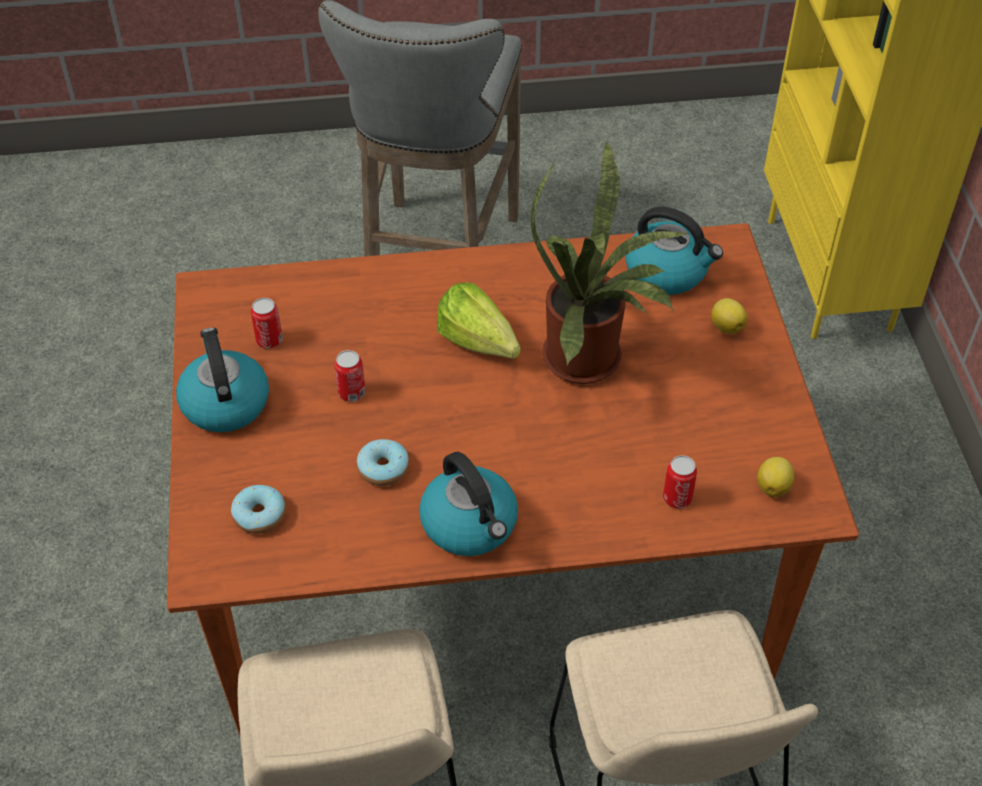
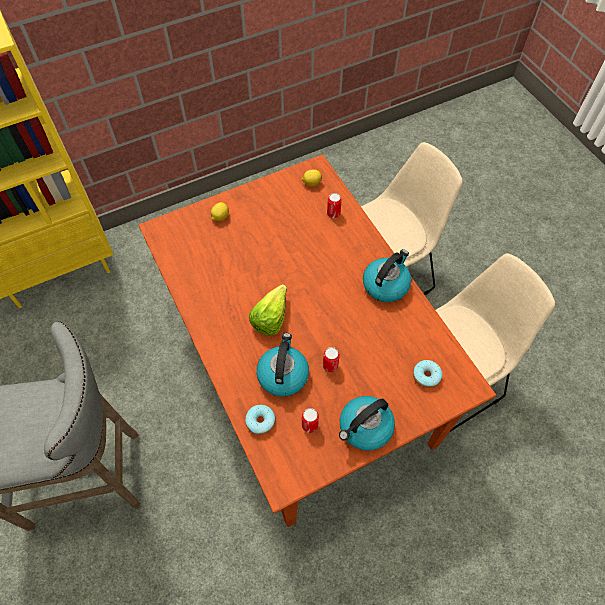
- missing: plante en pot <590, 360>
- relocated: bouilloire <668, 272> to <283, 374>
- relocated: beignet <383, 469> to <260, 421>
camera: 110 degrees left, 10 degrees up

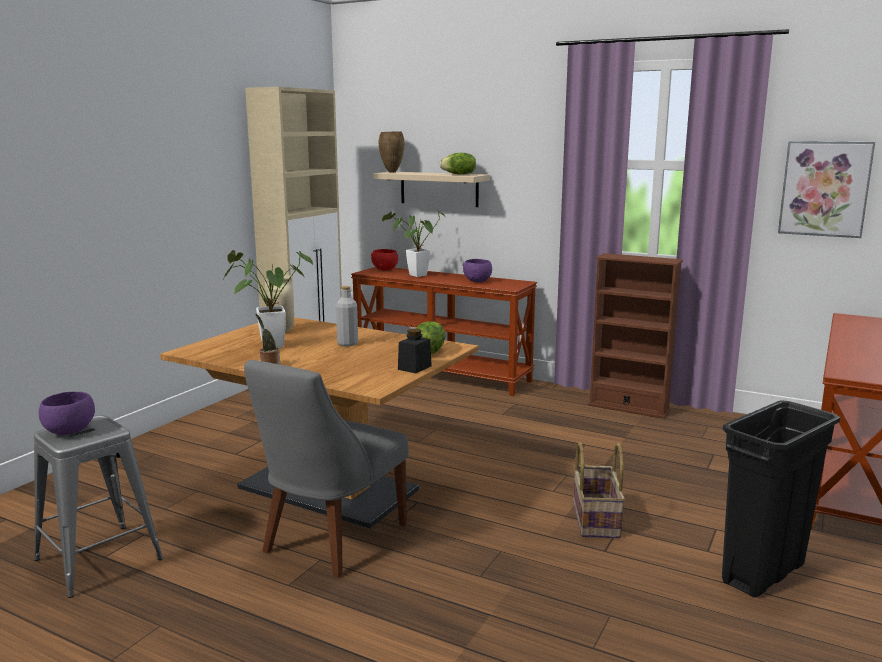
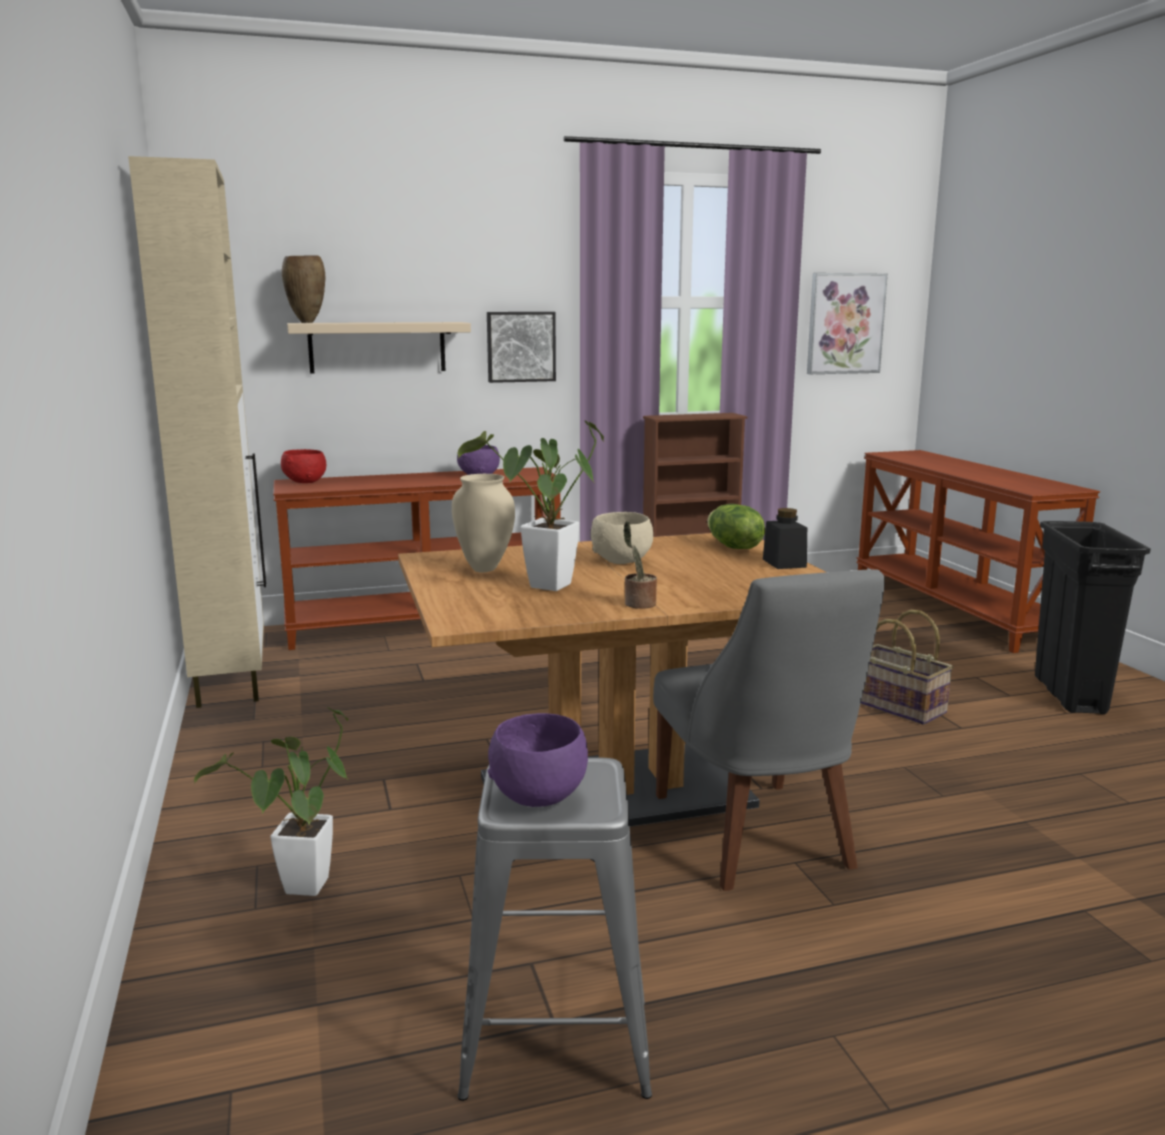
- missing: laitue <459, 174>
- relocated: plante en pot <414, 276> to <302, 892>
- exchanged: bouteille (gris) <347, 344> to bol (beige) <622, 561>
- appeared: tableau <520, 346>
camera: 45 degrees left, 0 degrees up

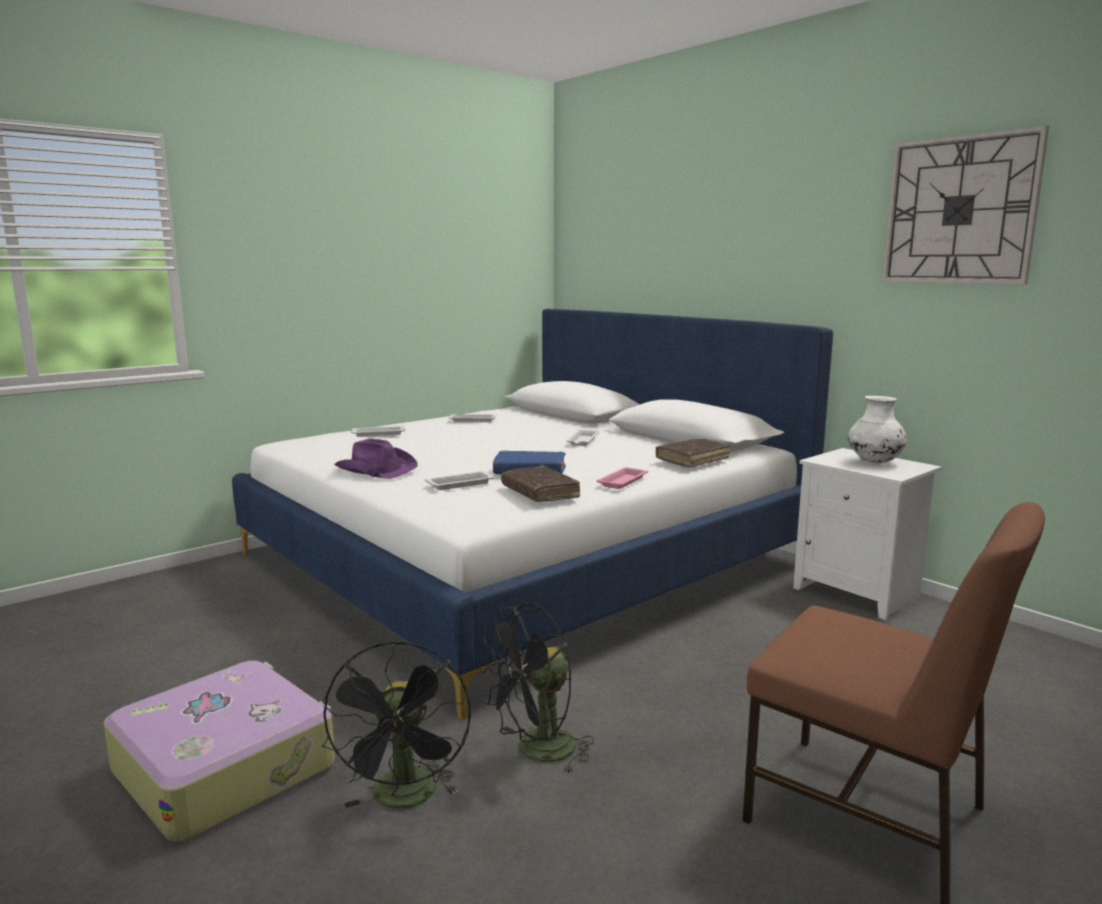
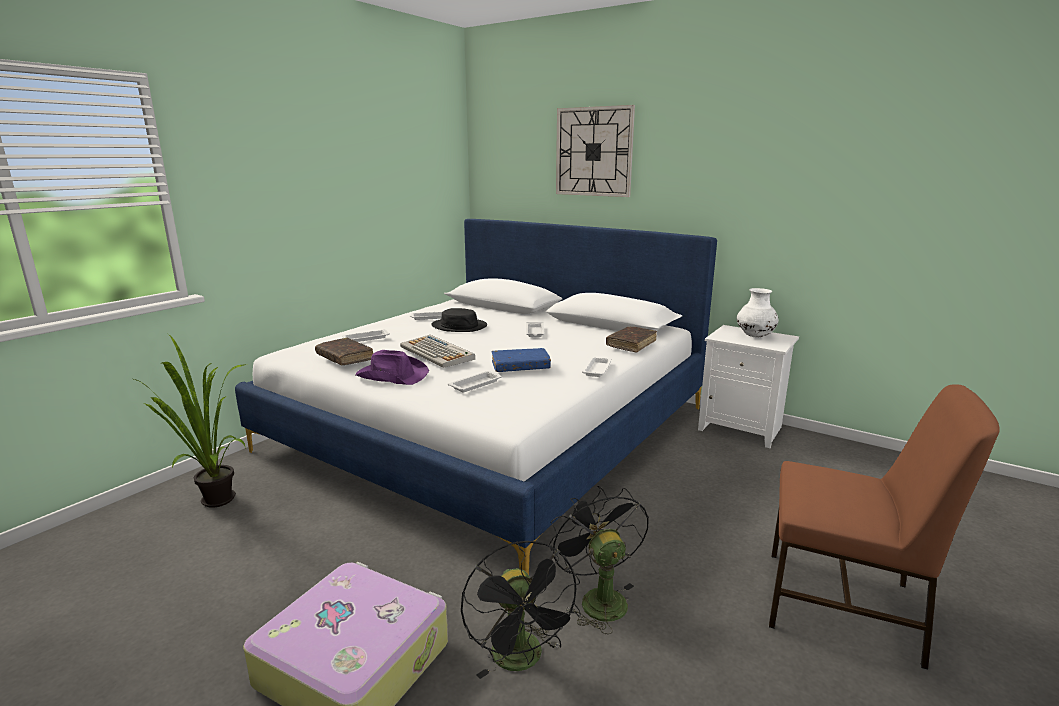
- relocated: horloge murale <959, 210> to <594, 152>
- relocated: livre (marron) <540, 493> to <344, 358>
- colour: plateau (rose) <623, 481> to plateau (blanc) <597, 369>
- spun: ventilateur (noir) <536, 752> = <597, 598> 120 degrees clockwise
- appeared: chapeau (noir) <459, 326>
- appeared: plante en pot <212, 504>
- appeared: clavier <437, 353>
camera: 15 degrees left, 5 degrees up

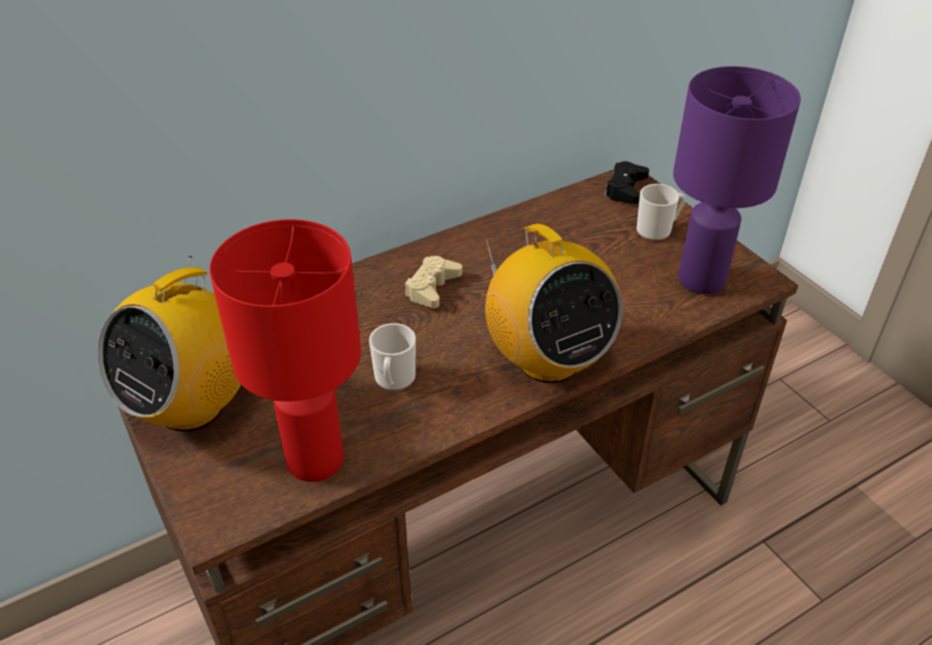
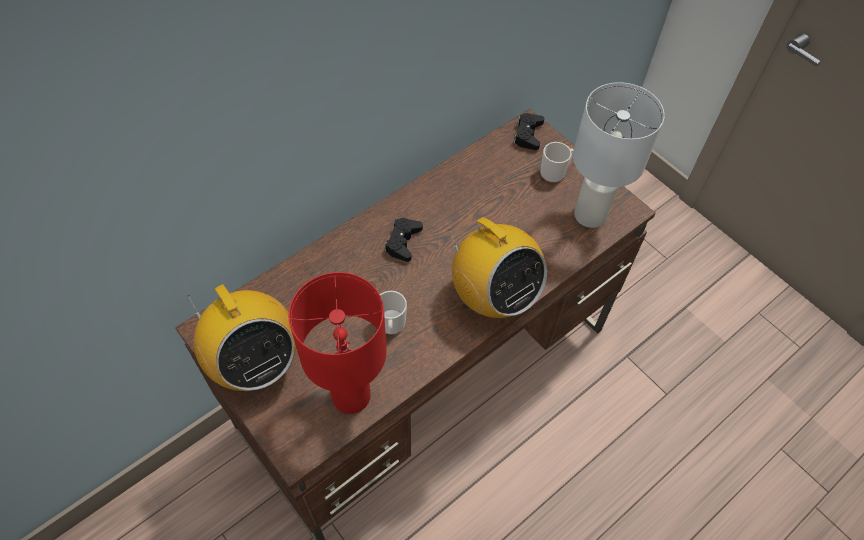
- colour: lampe de table (violet) <700, 279> to lampe de table (blanc) <589, 215>
- spun: radio <191, 405> = <255, 363> 60 degrees counterclockwise
- colour: manette (beige) <432, 288> to manette (noir) <403, 242>
camera: 10 degrees left, 15 degrees up

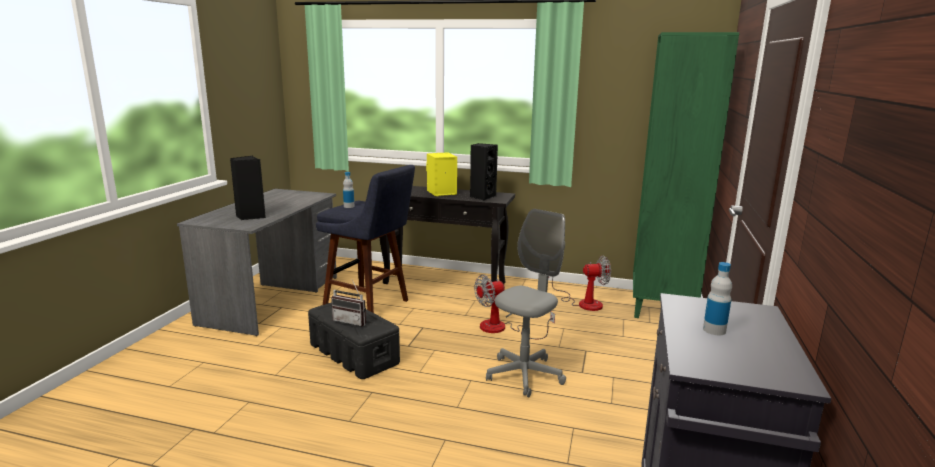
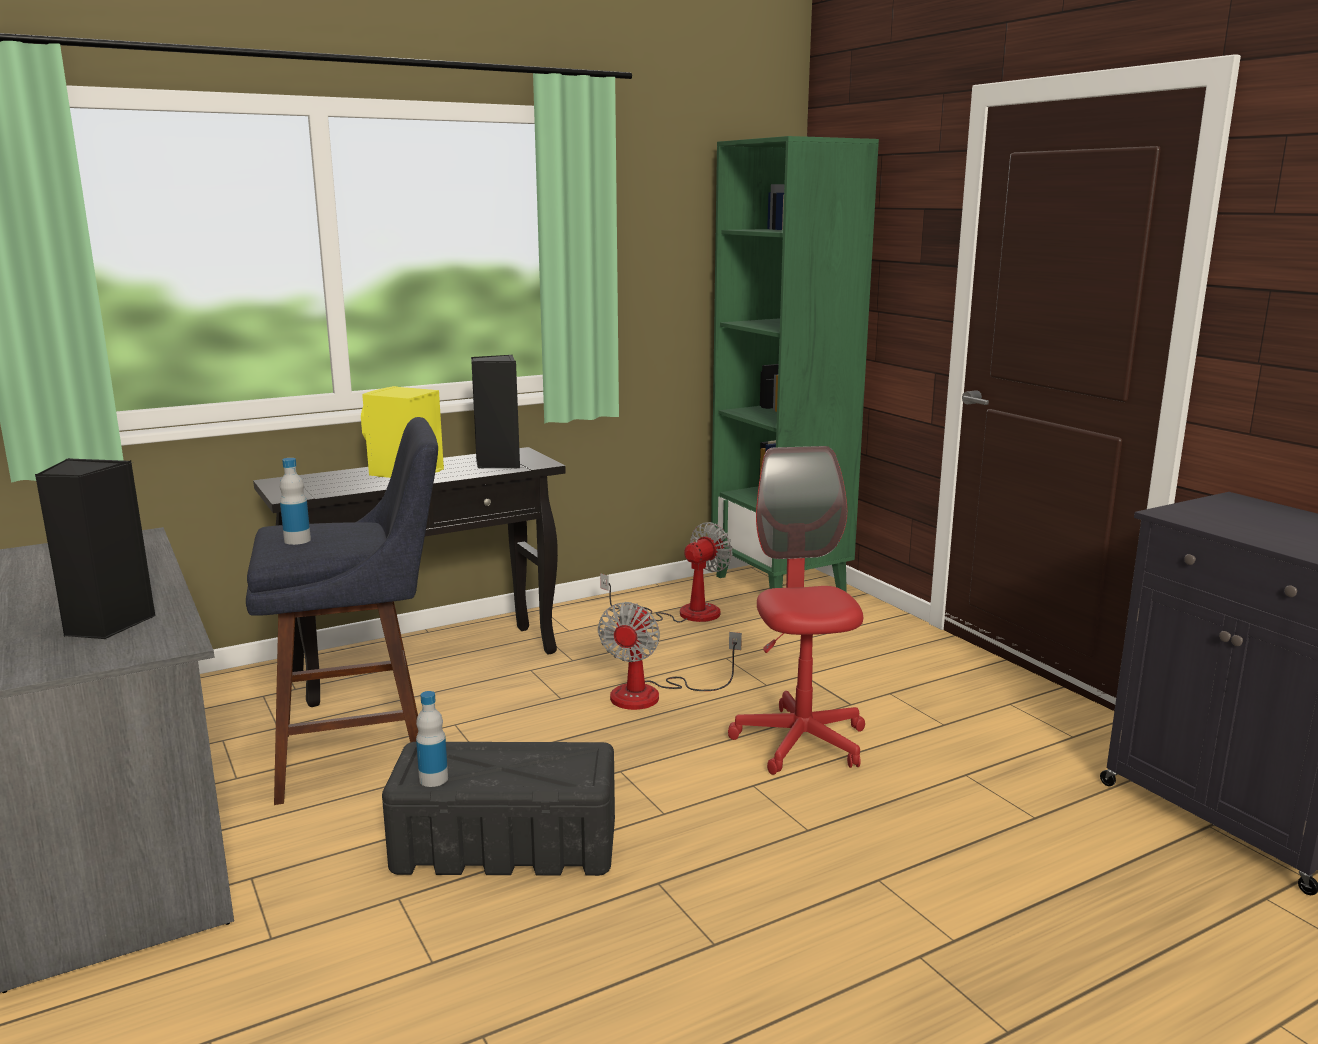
- colour: chaise de bureau (gris) <524, 375> to chaise de bureau (rouge) <800, 742>
- relocated: bouteille <714, 330> to <433, 779>
- missing: radio <352, 321>
camera: 45 degrees left, 0 degrees up

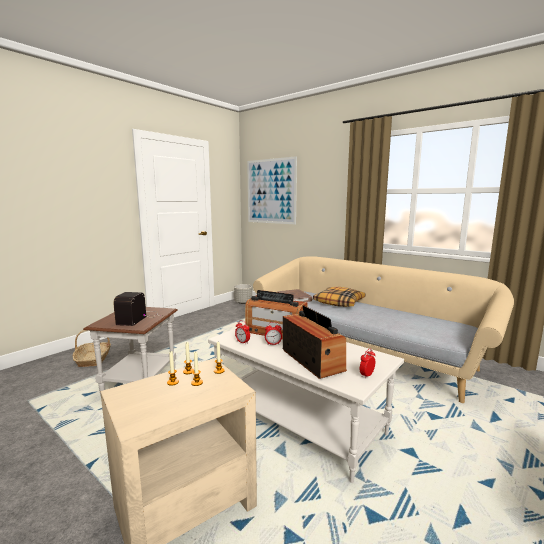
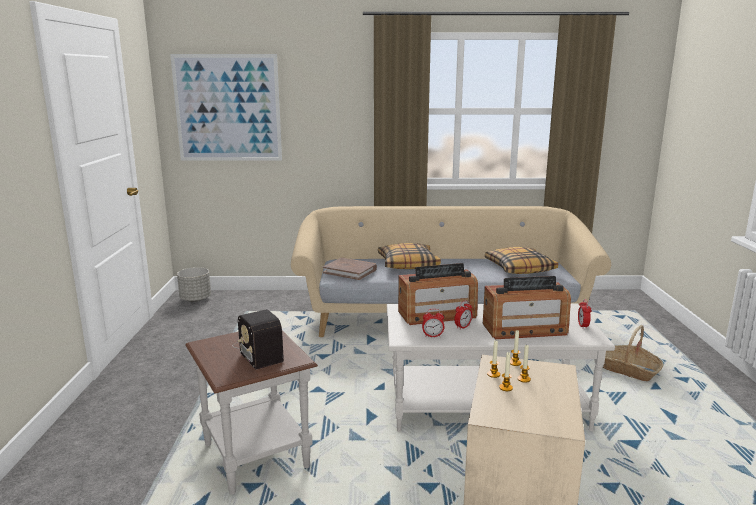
- spun: radio <312, 360> = <524, 329> 150 degrees clockwise
- relocated: panier <93, 359> to <629, 370>
- appeared: coussin <519, 268>
camera: 40 degrees left, 5 degrees up

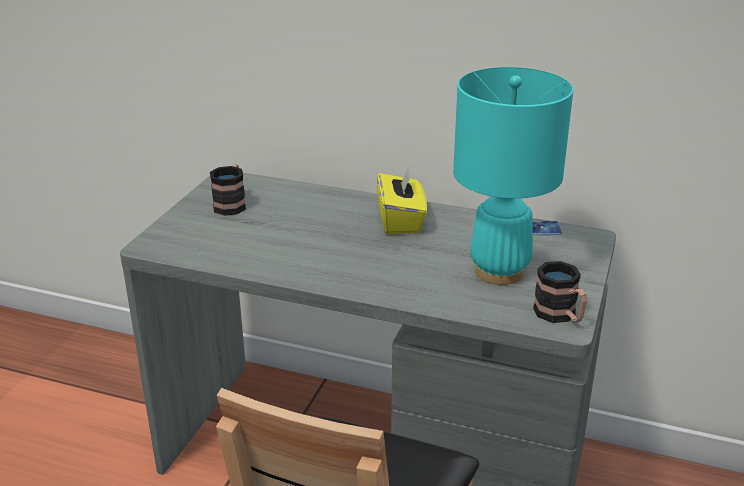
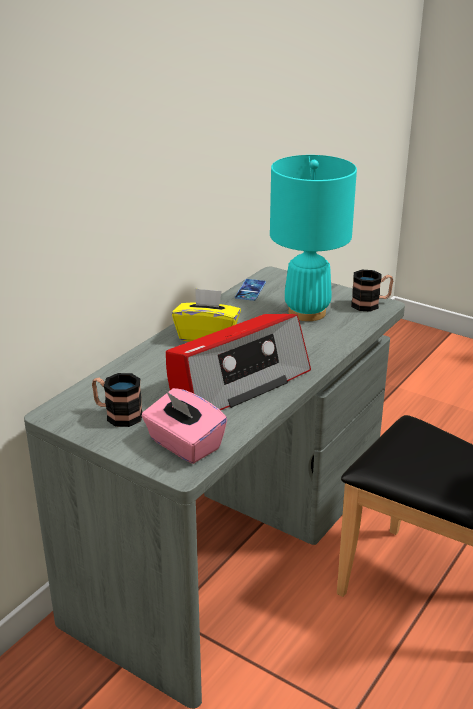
- appeared: radio <237, 381>
- appeared: boîte à mouchoirs (rose) <184, 445>
camera: 75 degrees left, 0 degrees up

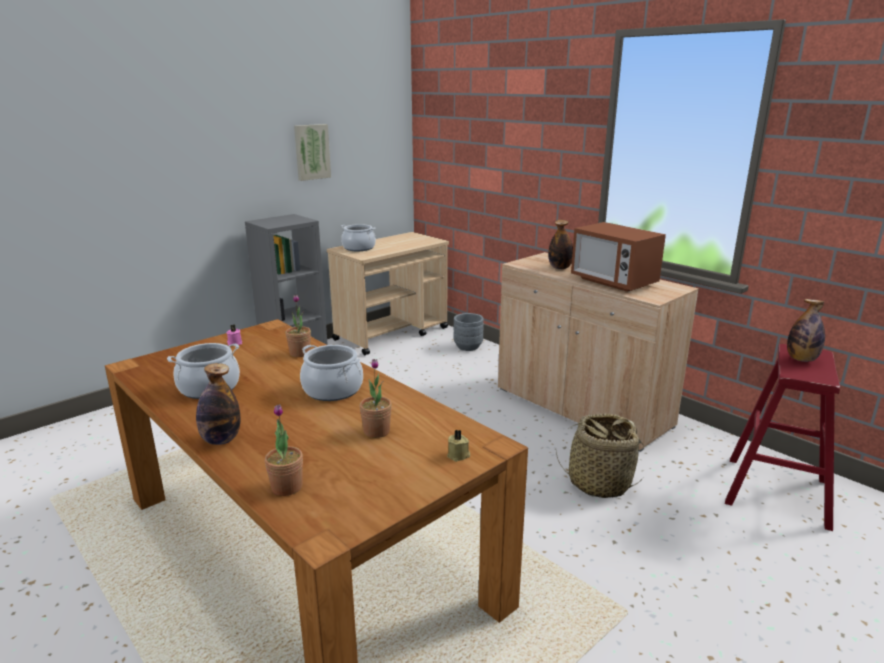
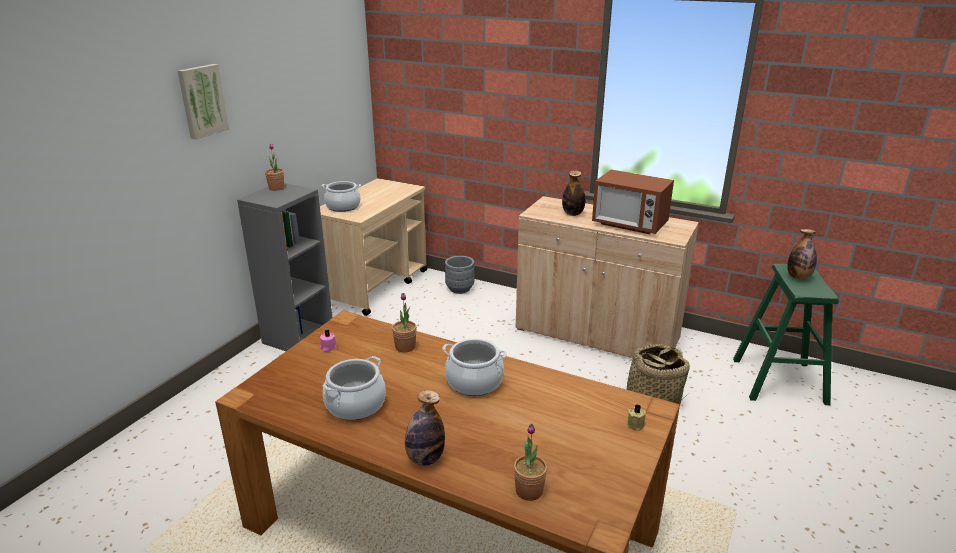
- relocated: tableau <311, 152> to <202, 101>
- colour: tabouret (rouge) <777, 492> to tabouret (vert) <779, 381>
- relocated: plante en pot <376, 431> to <276, 188>
camera: 20 degrees left, 5 degrees up

